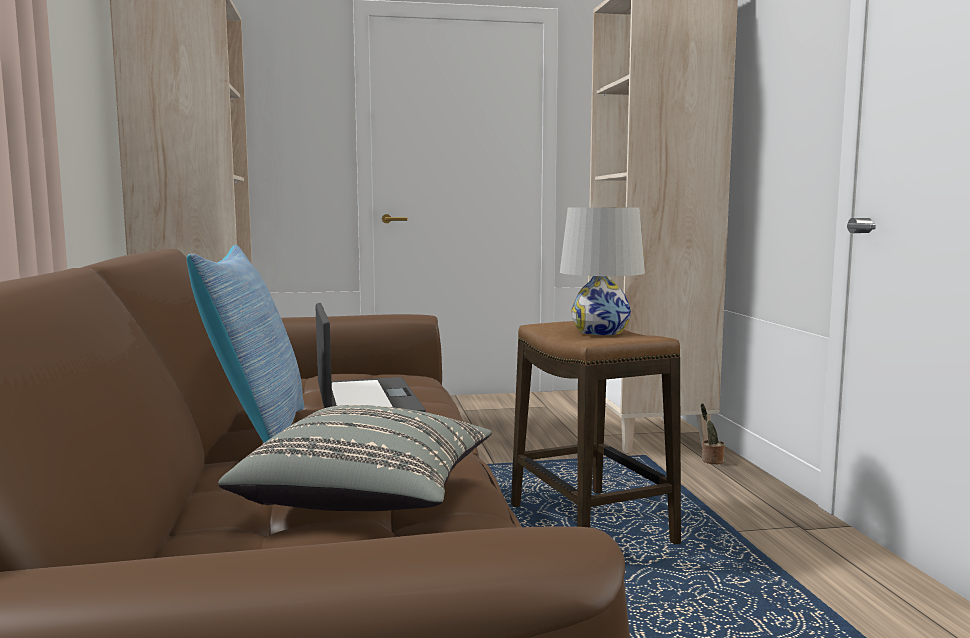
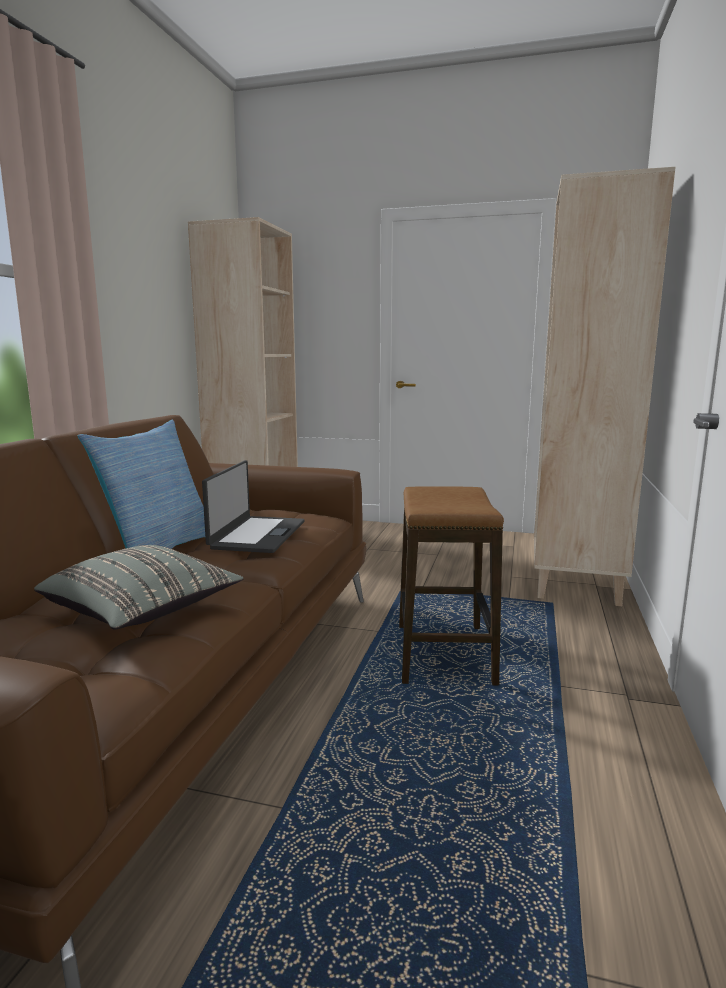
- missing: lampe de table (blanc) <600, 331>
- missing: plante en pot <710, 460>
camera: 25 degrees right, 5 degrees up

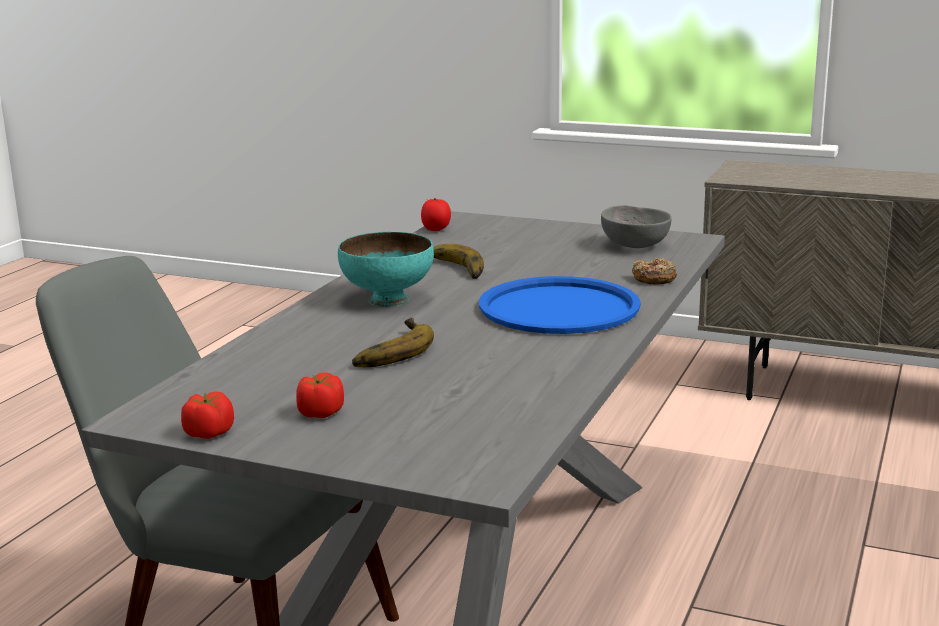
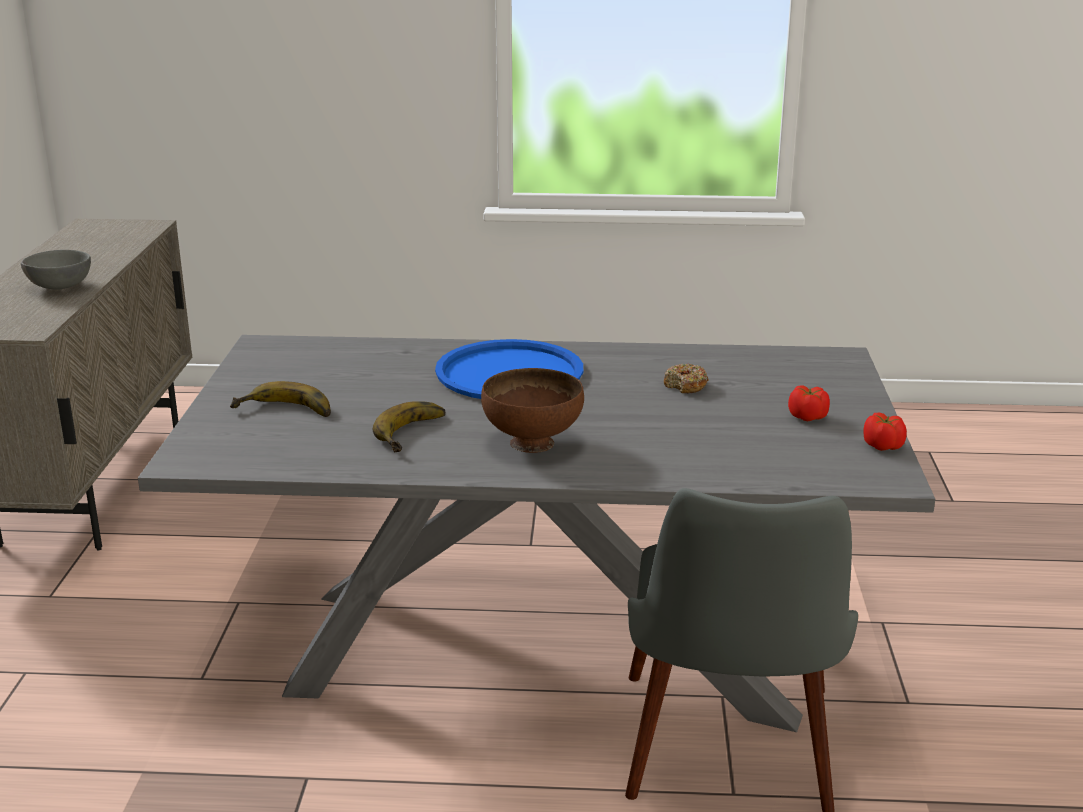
- missing: tomate <436, 230>
- relocated: bol (gris) <635, 245> to <58, 287>
- colour: bol (turquoise) <387, 300> to bol (marron) <532, 444>
- relocated: beignet <654, 279> to <685, 386>
- relocated: banane <387, 351> to <284, 412>
camera: 110 degrees left, 5 degrees up

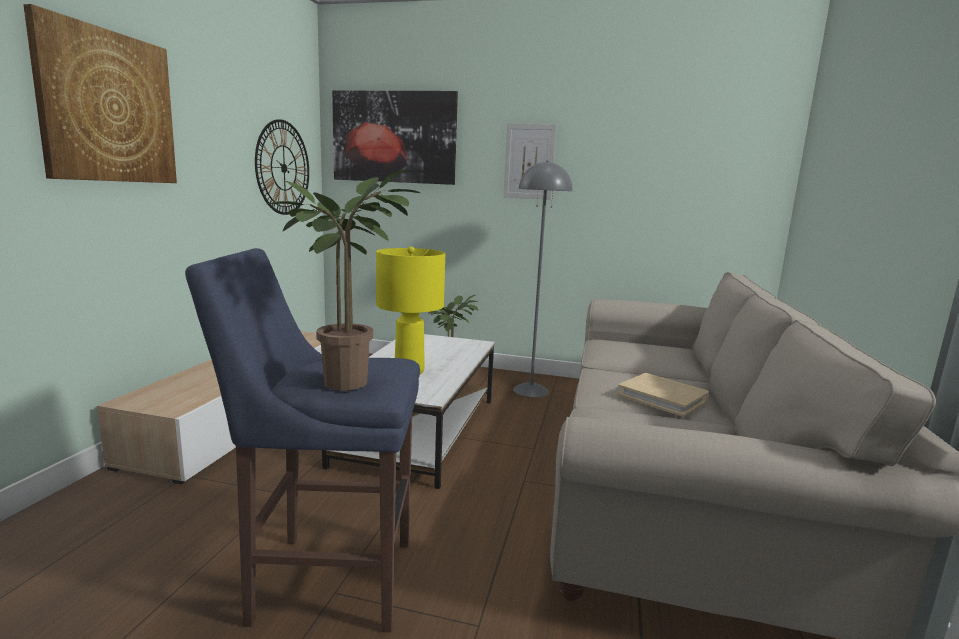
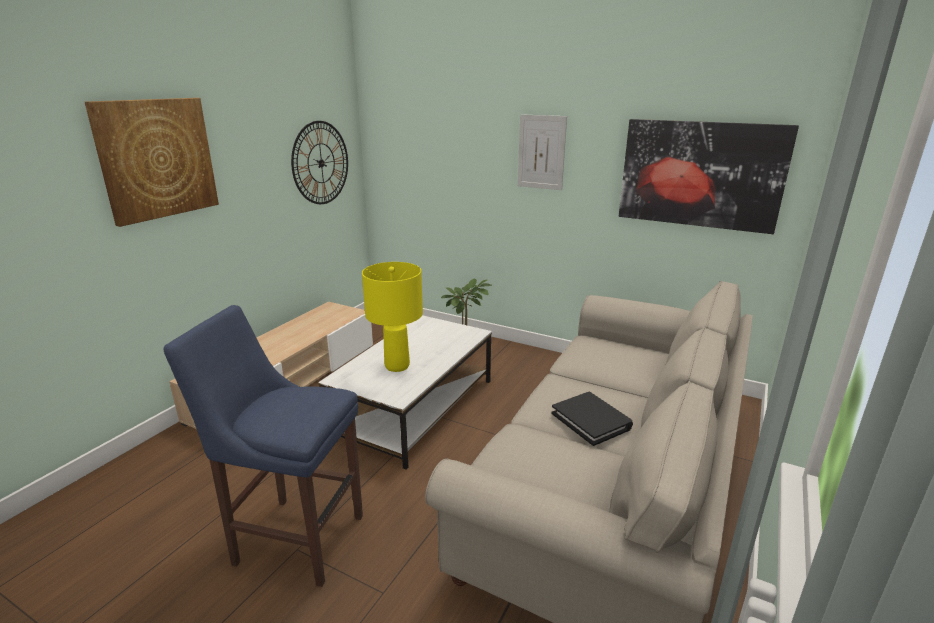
- relocated: tableau <394, 137> to <700, 174>
- missing: lampadaire (gris) <531, 390>
- missing: plante en pot <350, 380>
- colour: livre (beige) <662, 398> to livre (noir) <591, 421>
camera: 15 degrees right, 10 degrees up

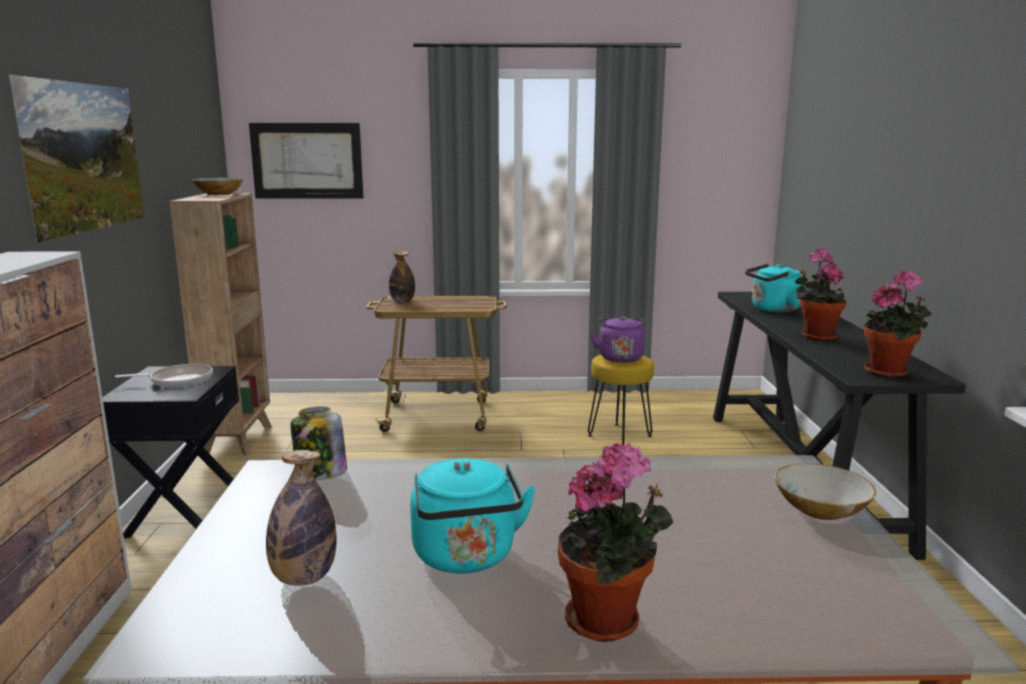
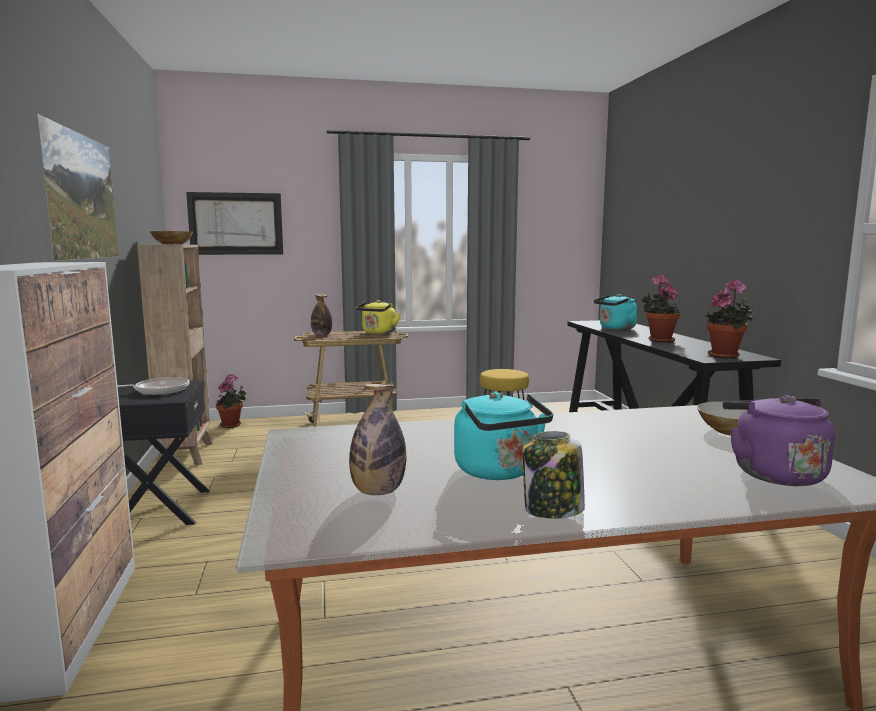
- relocated: bouilloire (violet) <619, 357> to <773, 473>
- relocated: bocal <320, 473> to <552, 510>
- relocated: plante en pot <609, 622> to <232, 425>
- appeared: bouilloire (jaune) <378, 333>
camera: 10 degrees left, 5 degrees down

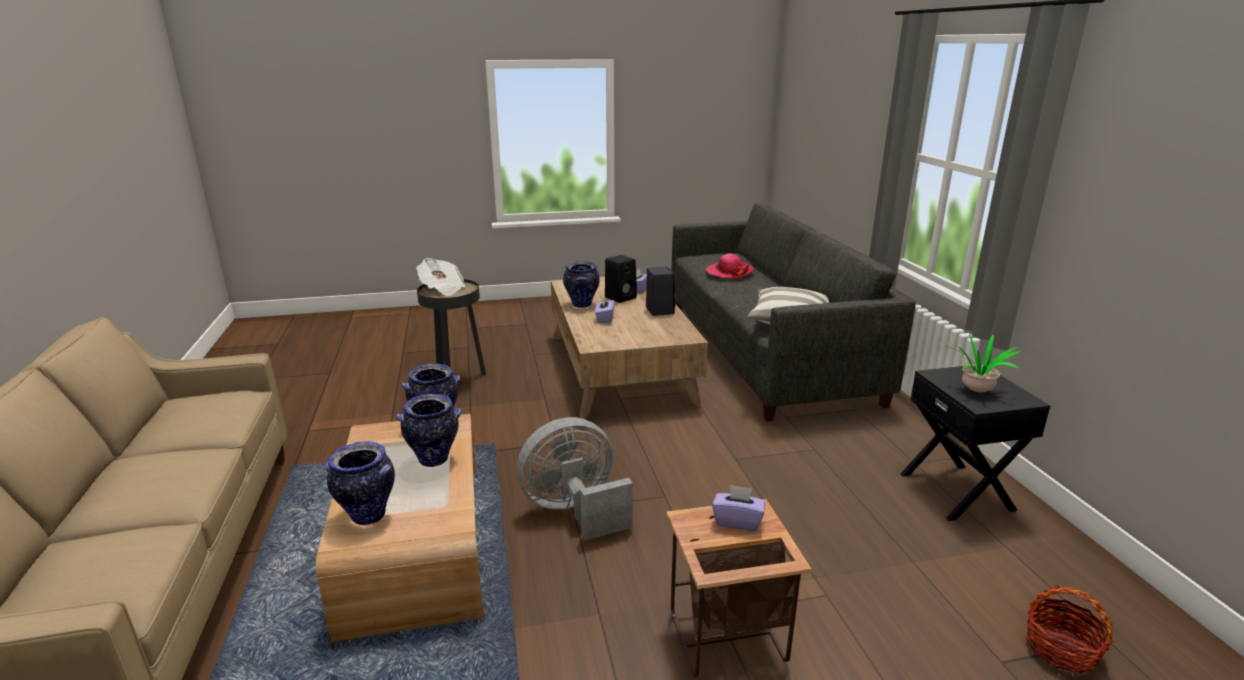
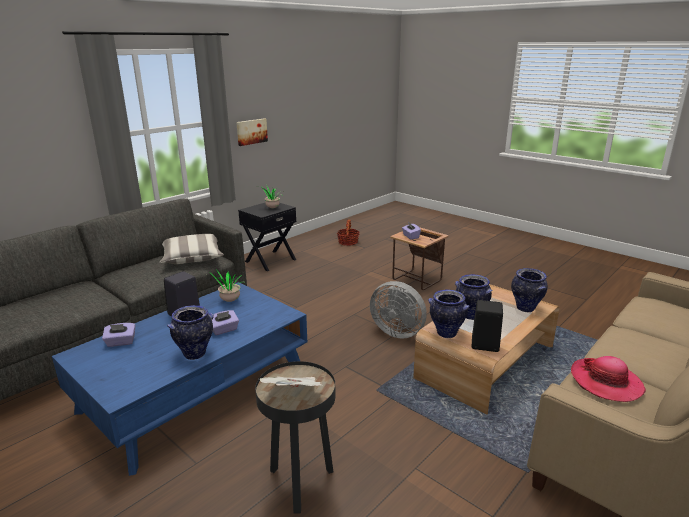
- relocated: chapeau <729, 272> to <606, 382>
- relocated: enceinte (noir) <621, 297> to <484, 344>
- colour: table basse (marron) <620, 368> to table basse (bleu) <196, 390>
- appeared: tableau <251, 131>
- appeared: plante en pot <228, 301>
camera: 125 degrees left, 0 degrees up

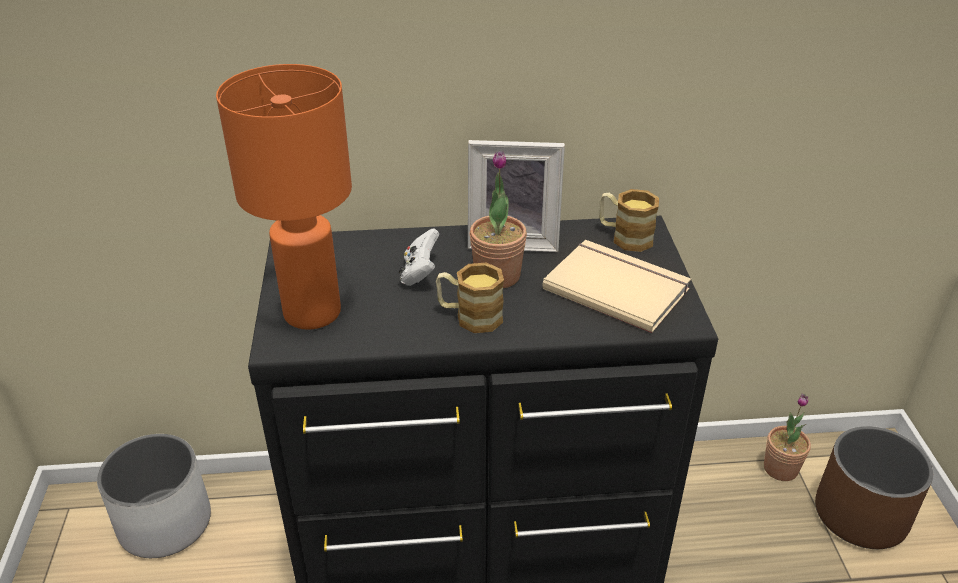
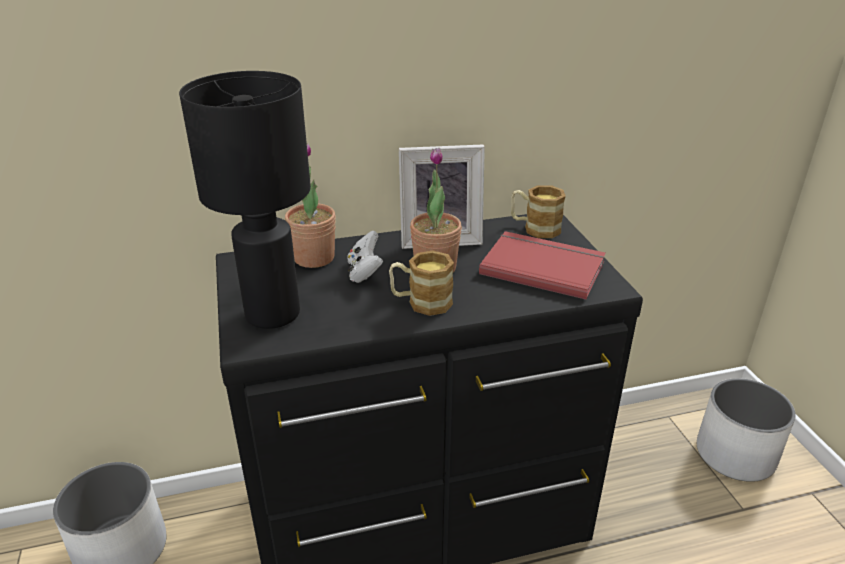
- colour: lampe de table (orange) <313, 311> to lampe de table (noir) <273, 313>
- colour: livre (beige) <617, 287> to livre (rouge) <542, 266>
- relocated: plante en pot <780, 468> to <314, 258>
- colour: cache-pot (marron) <860, 515> to cache-pot (blanc) <735, 455>
camera: 10 degrees left, 5 degrees down

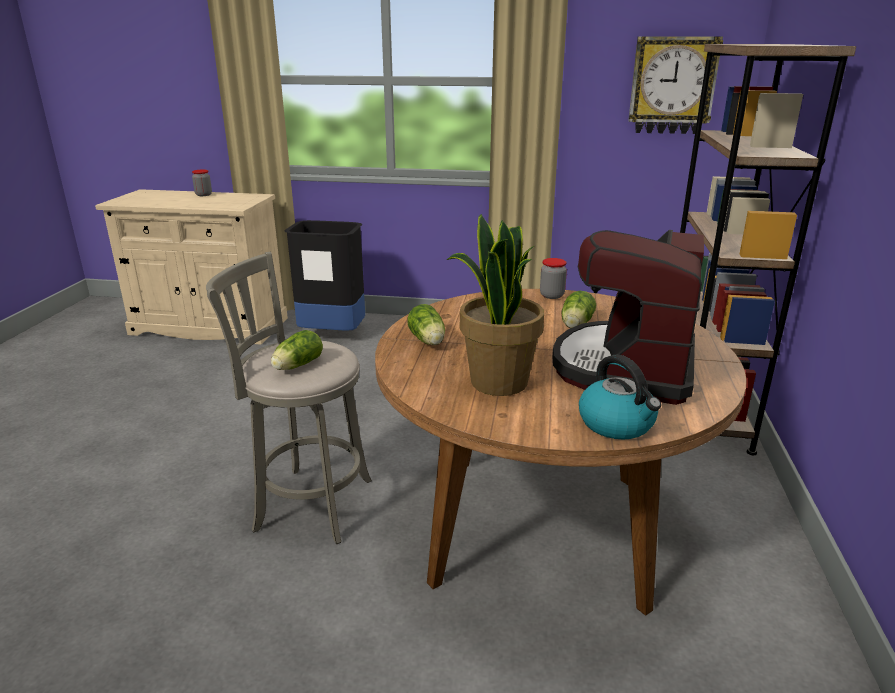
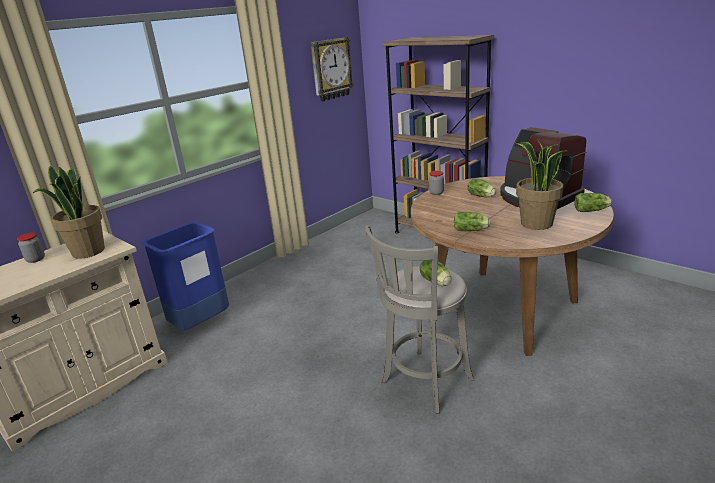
- colour: poubelle (noir) <332, 334> to poubelle (bleu) <201, 323>
- exchanged: bouilloire <617, 424> to laitue <592, 210>
- appeared: plante en pot <87, 251>
camera: 55 degrees left, 0 degrees up

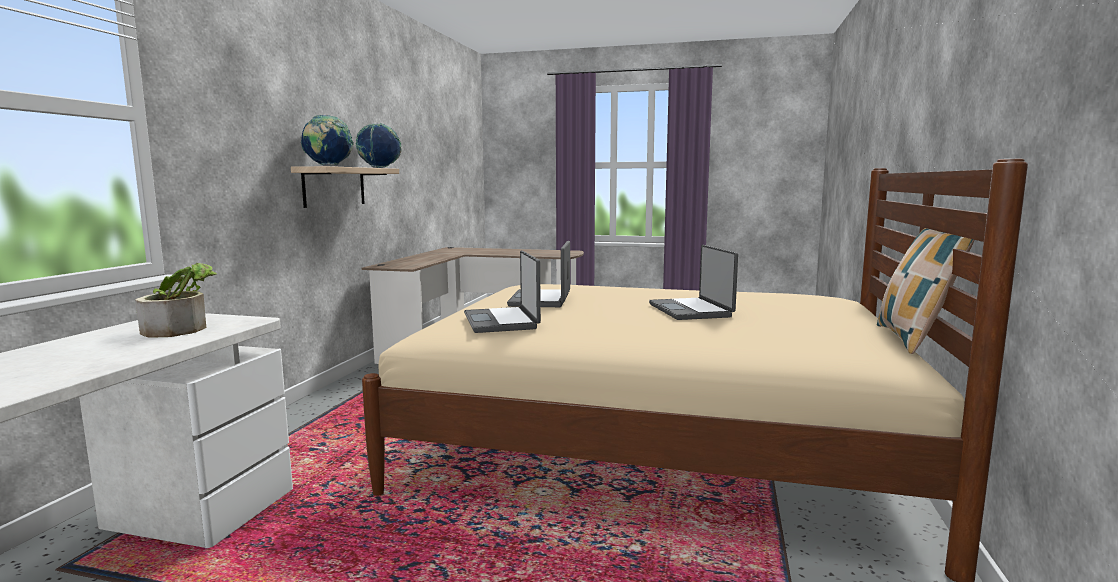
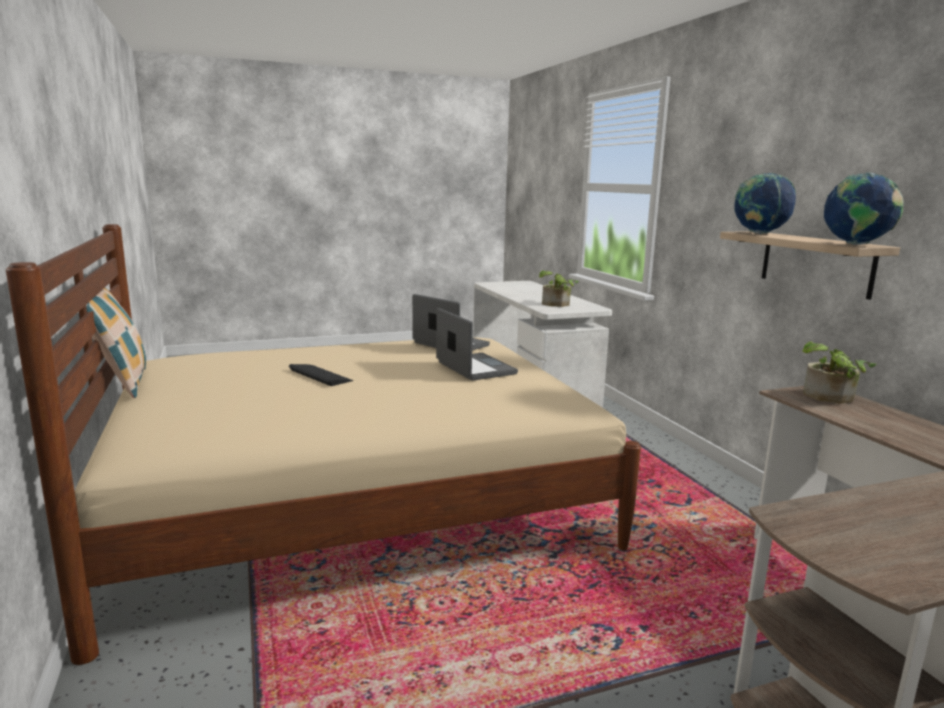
- exchanged: ordinateur portable <691, 310> to clavier <320, 375>
- appeared: plante en pot <829, 398>
camera: 145 degrees right, 5 degrees up

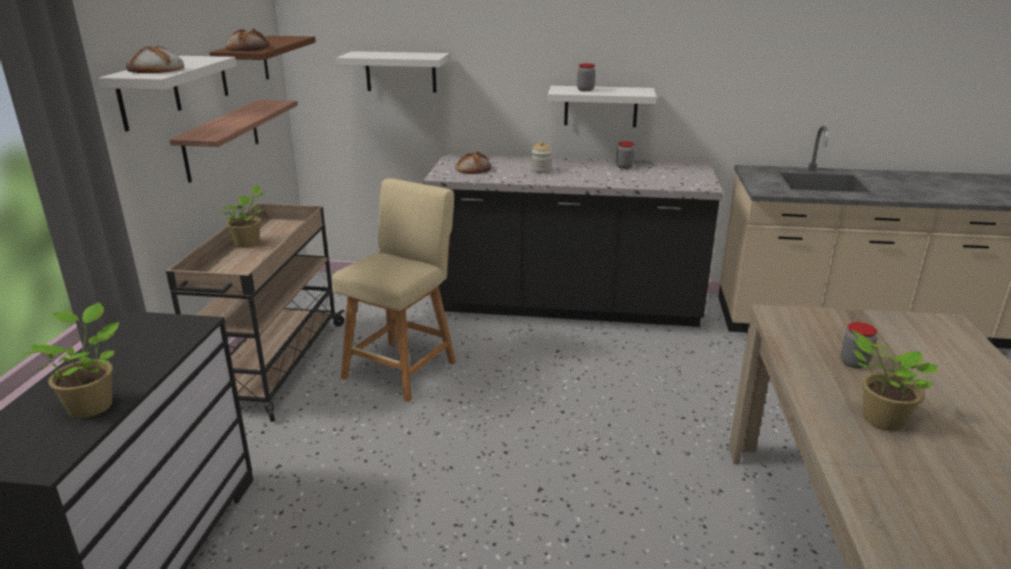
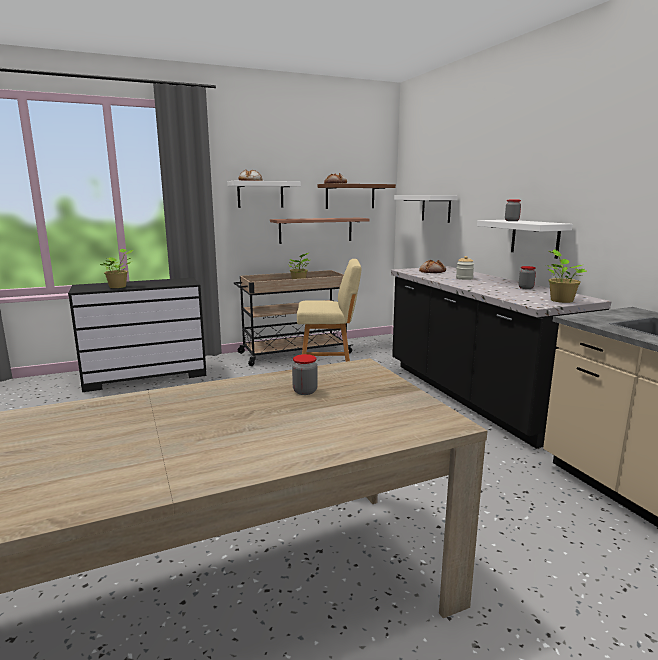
- relocated: plante en pot <880, 419> to <560, 300>
camera: 60 degrees right, 10 degrees down

